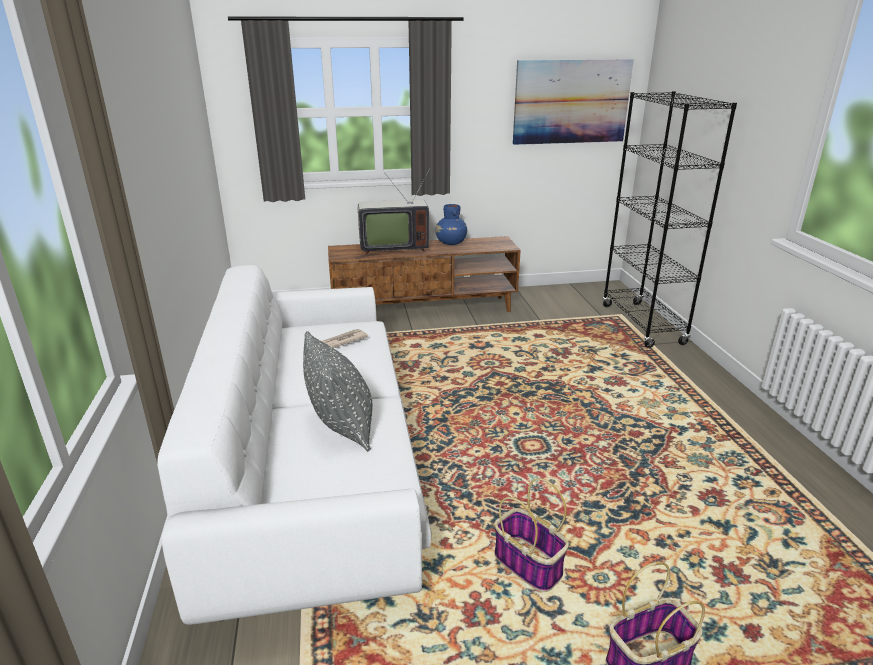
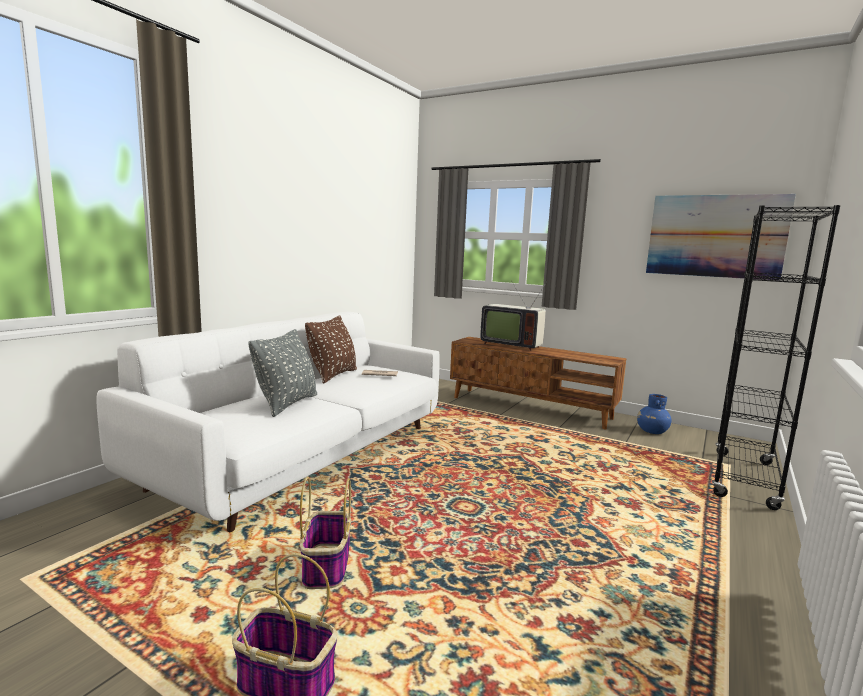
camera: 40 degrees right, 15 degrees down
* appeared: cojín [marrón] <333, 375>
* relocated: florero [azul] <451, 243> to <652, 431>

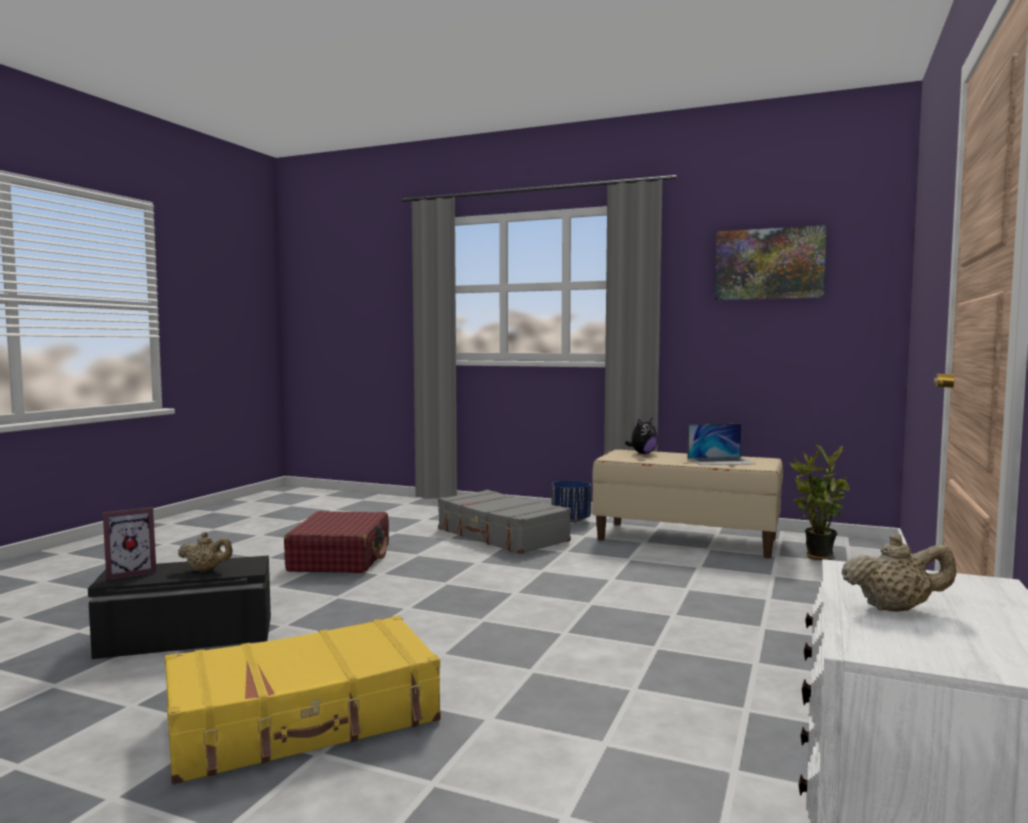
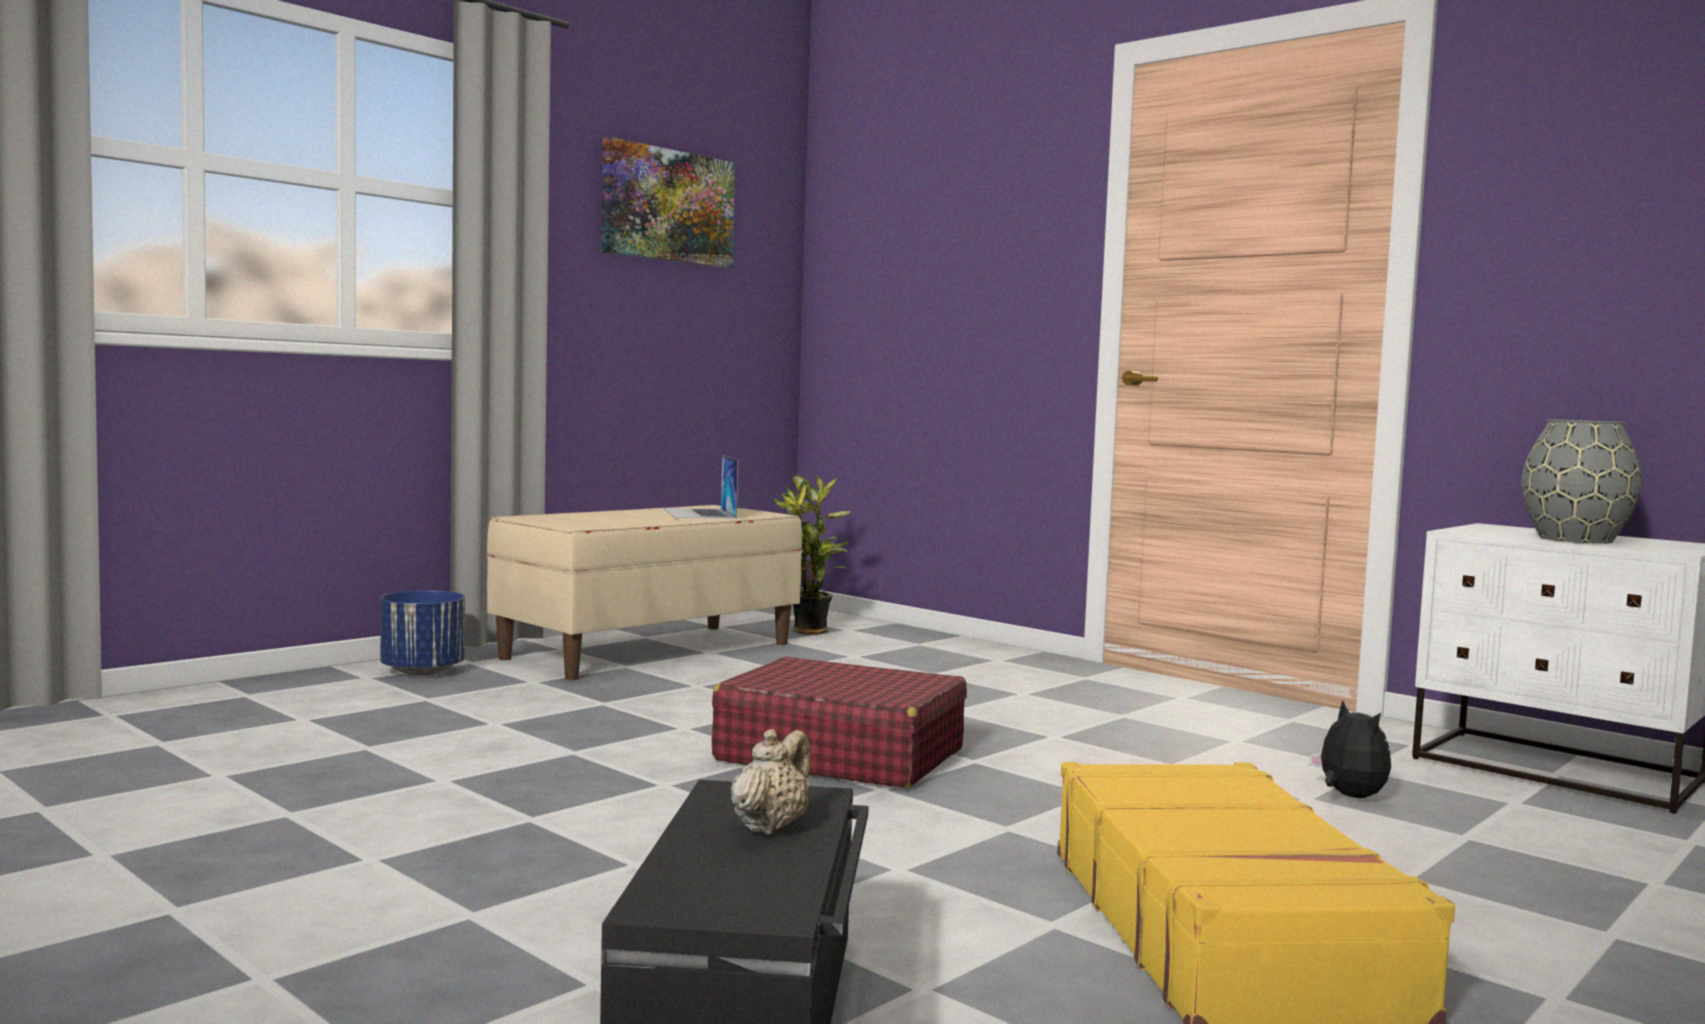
camera: 70 degrees left, 0 degrees up
* missing: portarretratos <130, 572>
* missing: maleta [gris] <501, 536>
* relocated: maleta [rojo] <340, 558> to <839, 755>
* relocated: peluche <642, 453> to <1348, 796>
* exchanged: tetera [beis] <895, 608> to florero [gris] <1574, 539>
* spun: portátil <721, 461> = <699, 513> 150 degrees clockwise

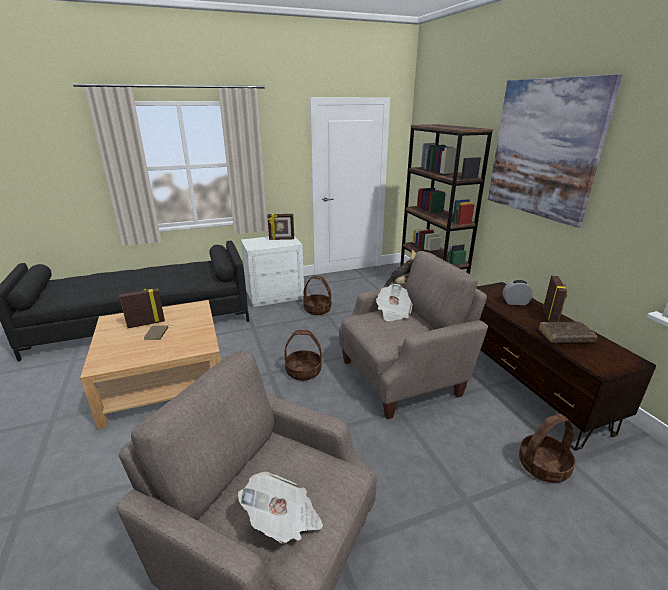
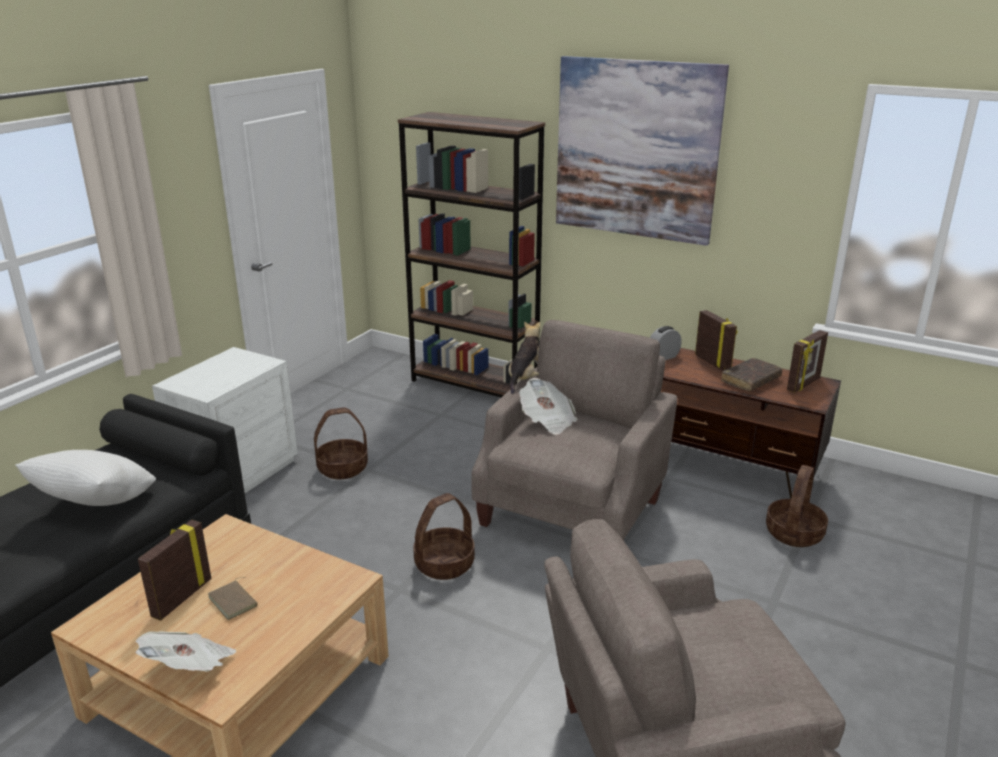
camera: 40 degrees left, 0 degrees up
* appeared: cojín [blanco] <96, 506>
* relocated: periódico <283, 520> to <190, 667>
* relocated: portarretratos <281, 239> to <804, 384>

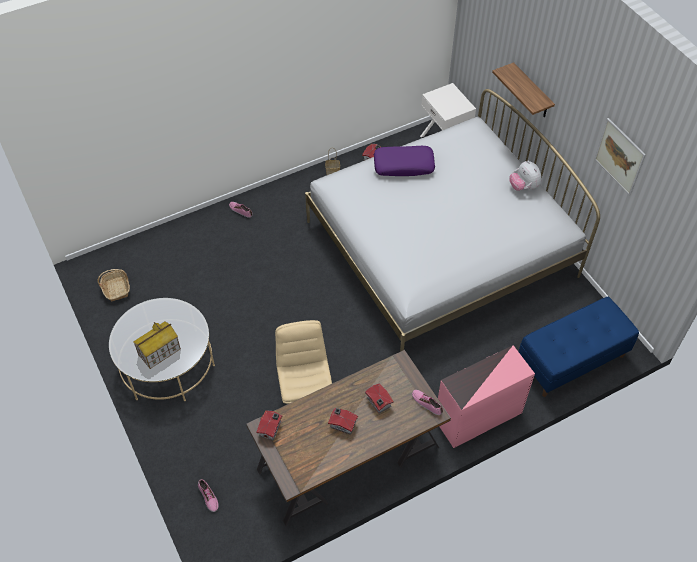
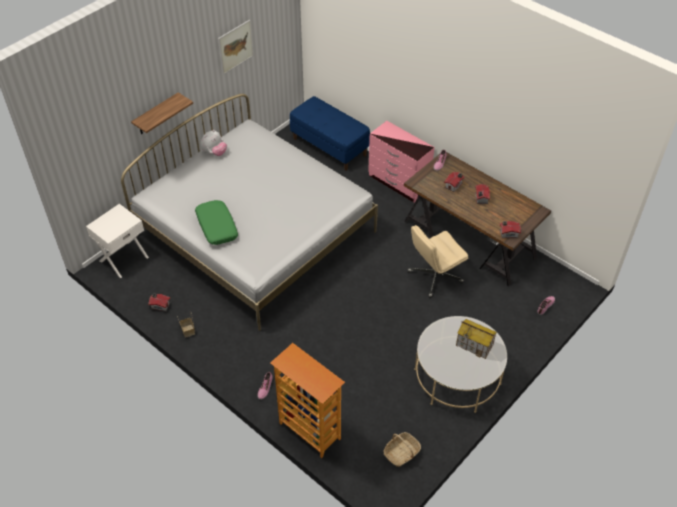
camera: 110 degrees left, 5 degrees down
* appeared: estantería <309, 431>
* colour: cojín [morado] <404, 165> to cojín [verde] <216, 226>

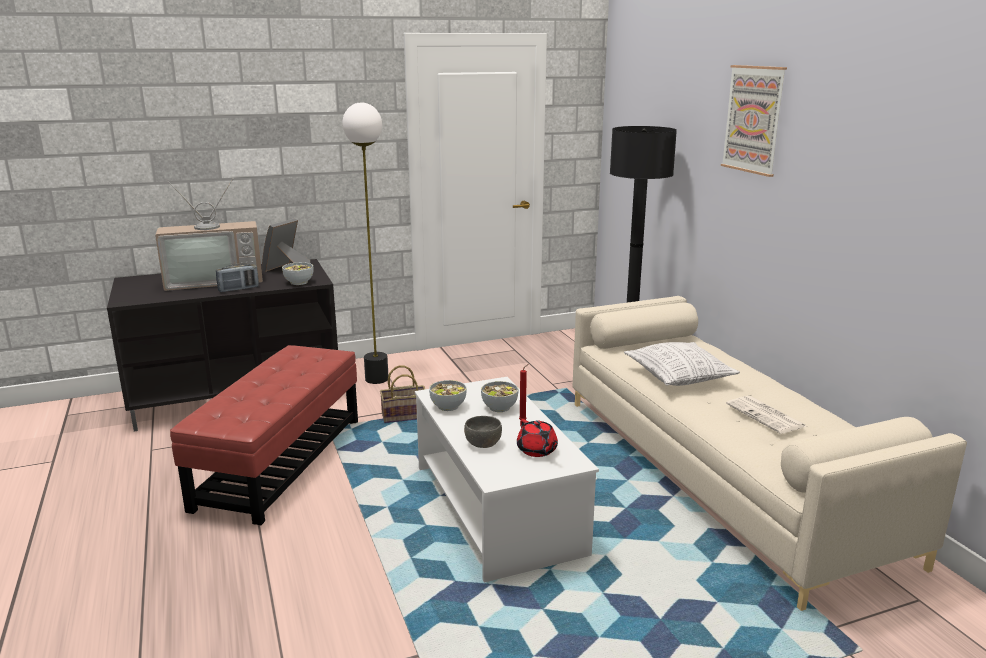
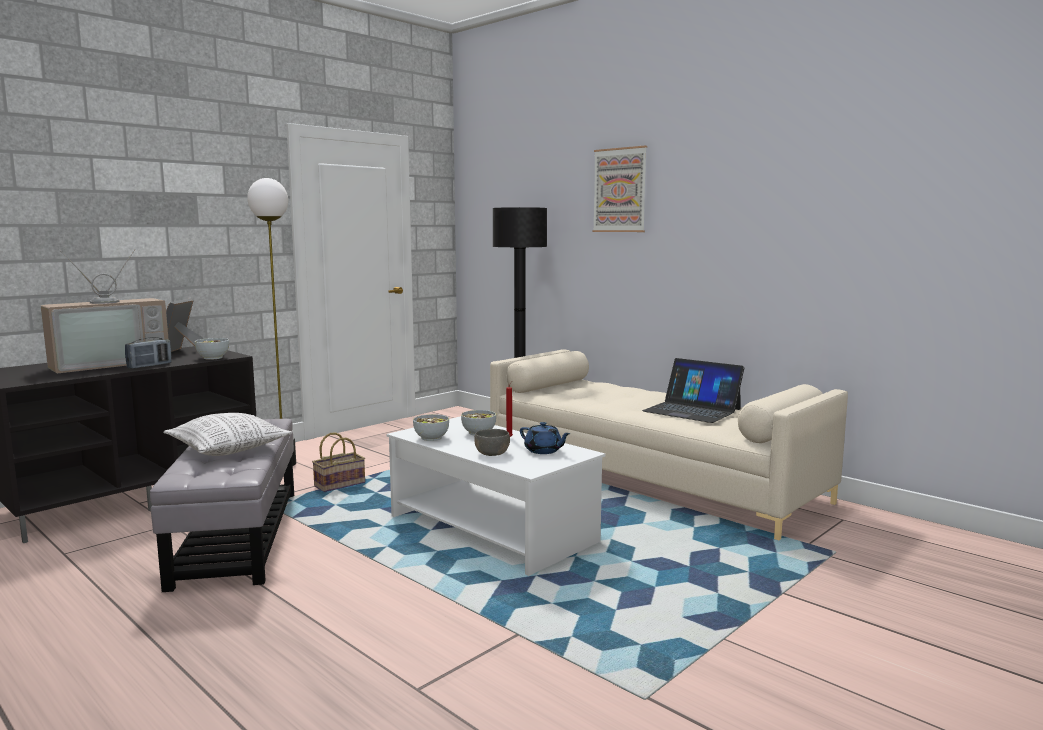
camera: 25 degrees left, 10 degrees down
* relocated: cojín <679, 376> to <229, 449>
* exchanged: periódico <766, 416> to portátil <692, 410>
* colour: puf [rojo] <280, 462> to puf [gris] <237, 536>
* colour: tetera [rojo] <537, 450> to tetera [azul] <543, 451>

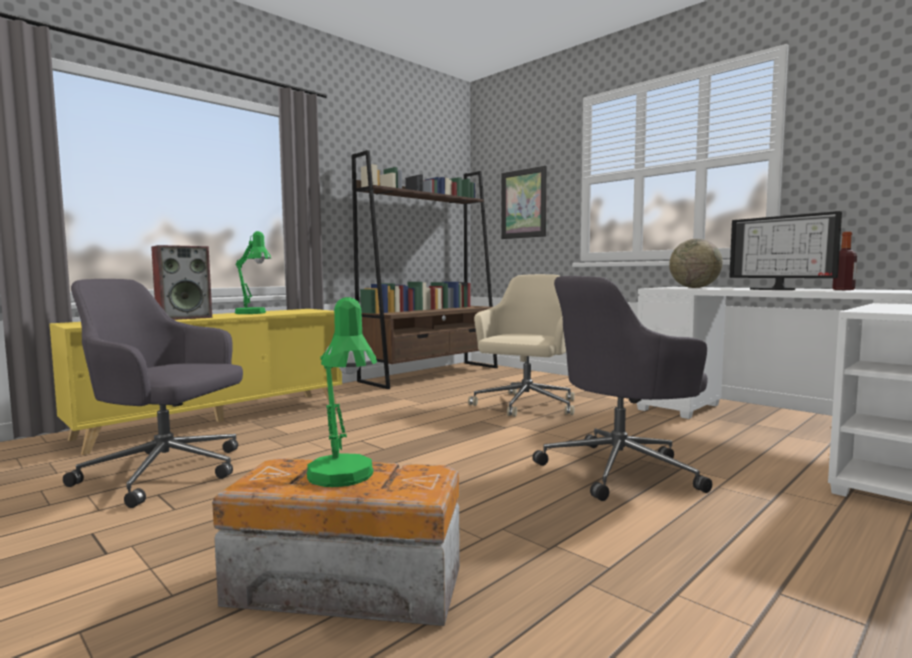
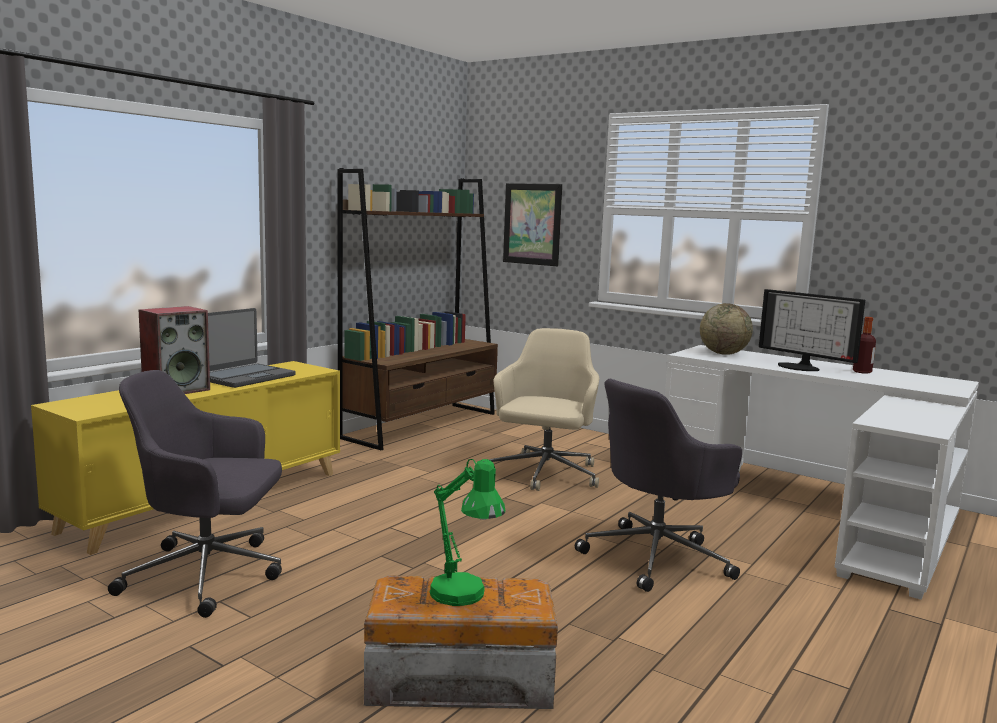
camera: 10 degrees left, 5 degrees up
* exchanged: lámpara de mesa [verde] <253, 313> to portátil <245, 377>

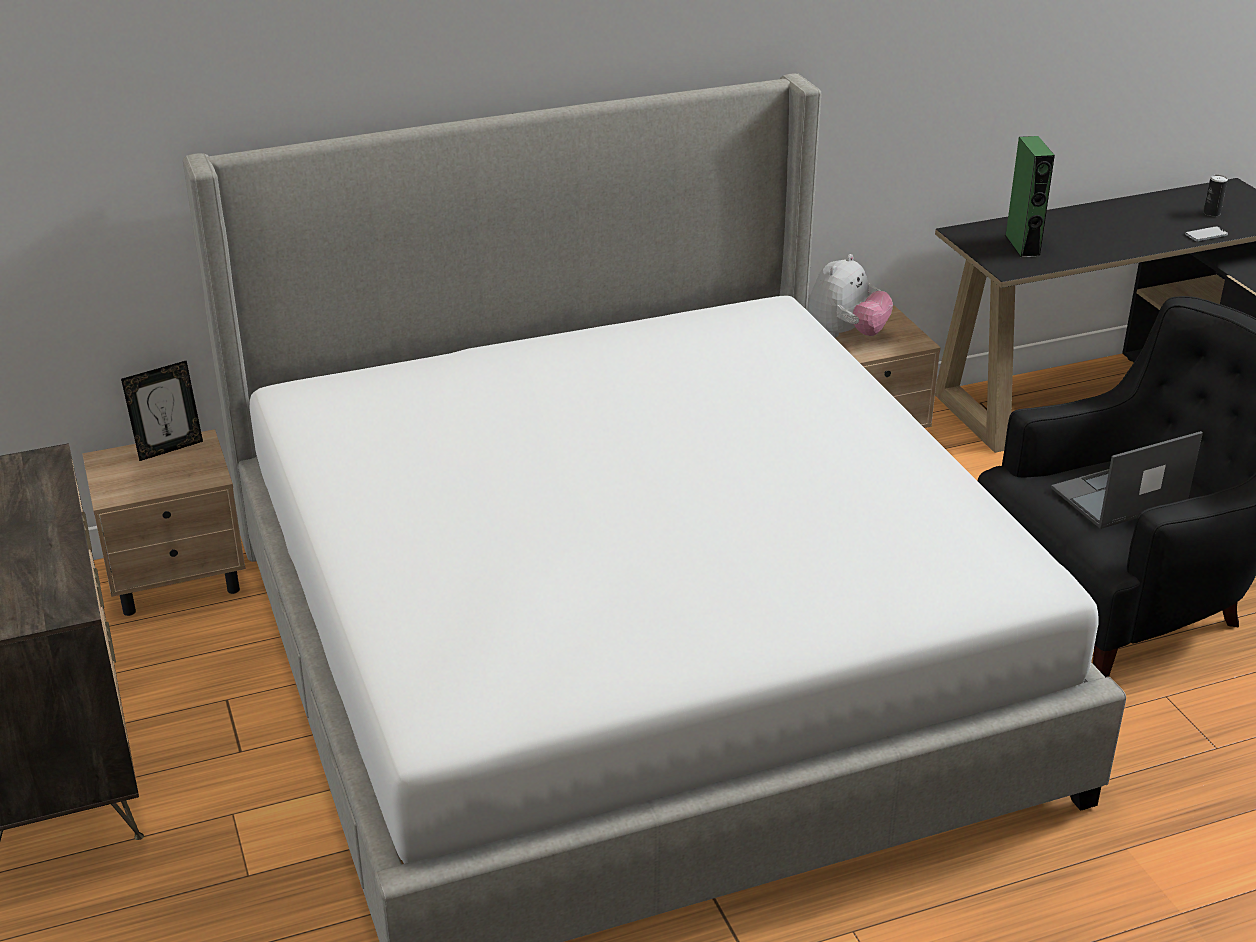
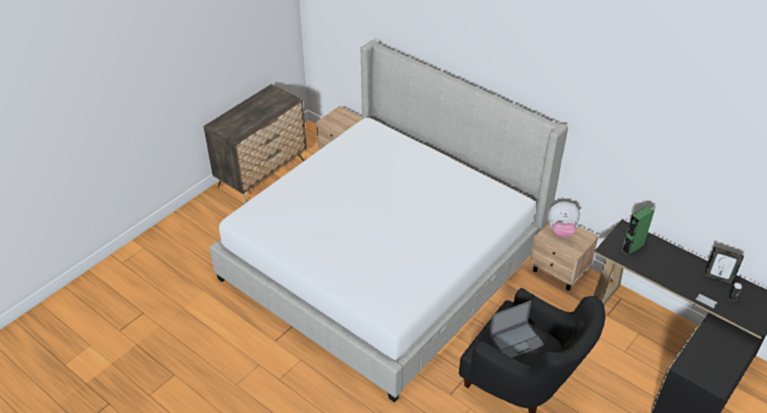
camera: 60 degrees right, 10 degrees up
* relocated: portarretratos <169, 448> to <718, 279>
* spun: portátil <1117, 496> = <516, 340> 120 degrees clockwise

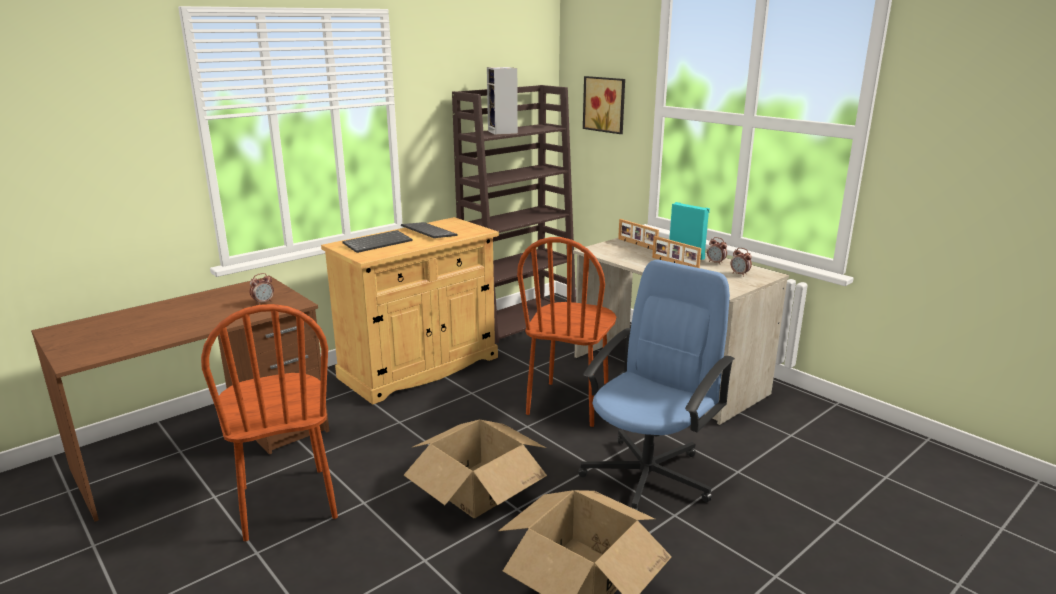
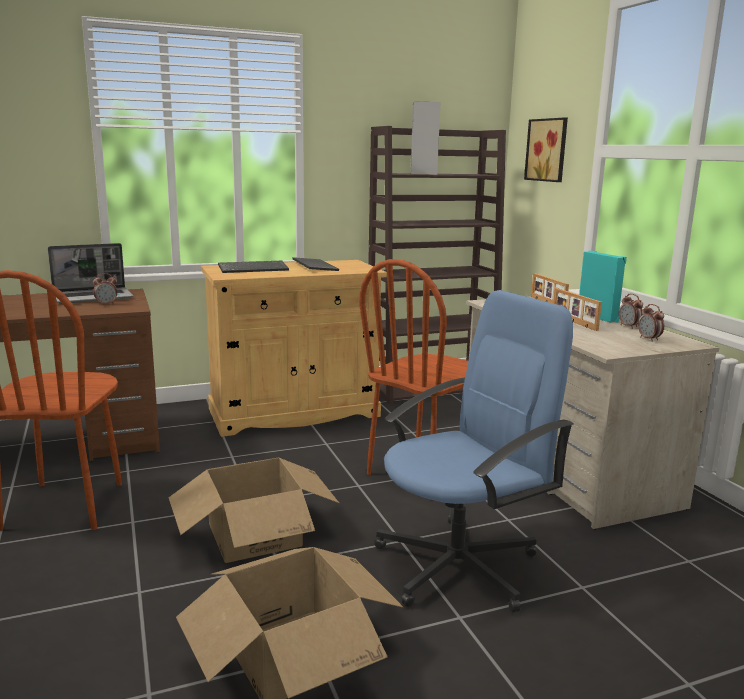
camera: 20 degrees right, 5 degrees down
* appeared: portátil <94, 297>

